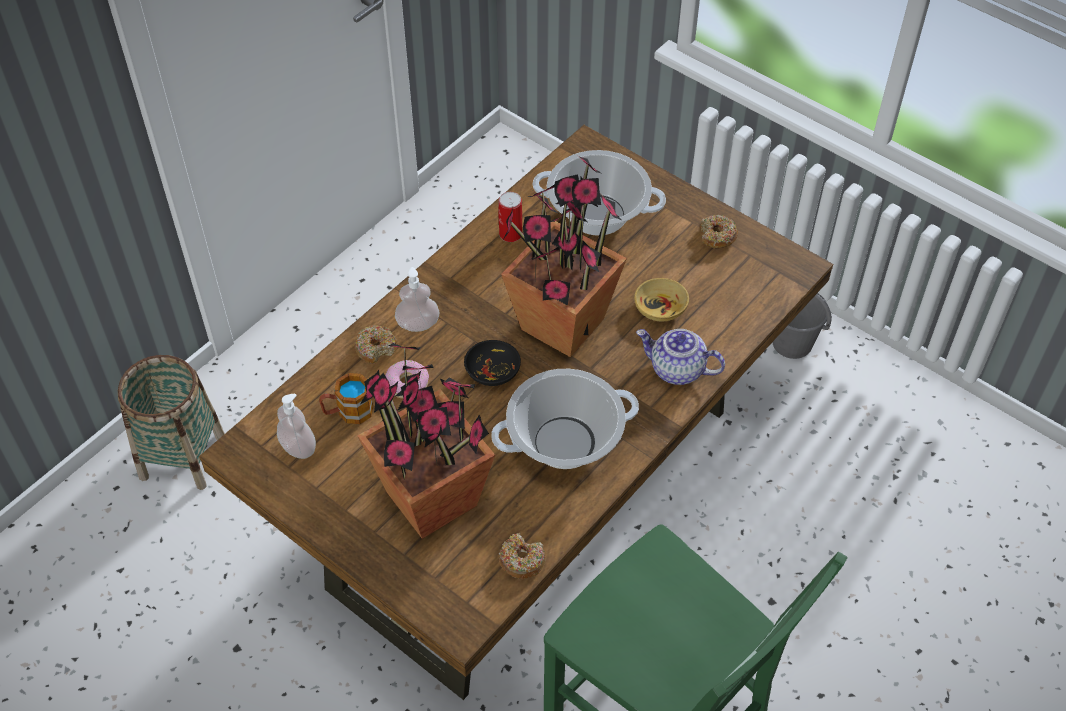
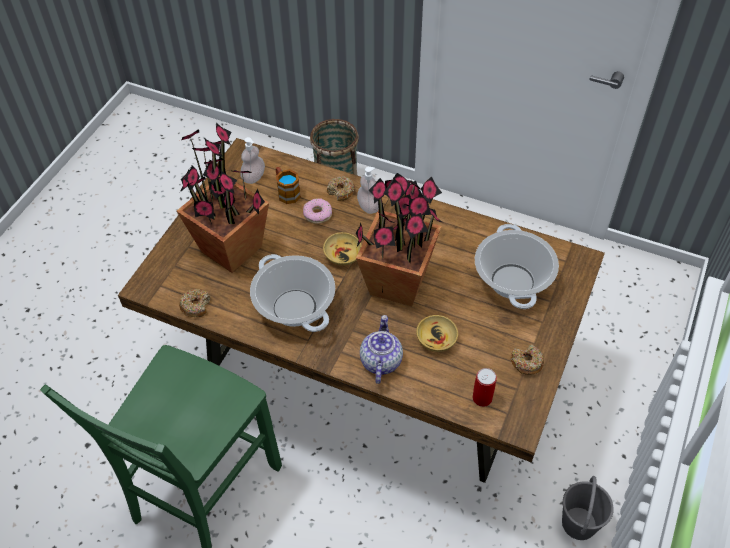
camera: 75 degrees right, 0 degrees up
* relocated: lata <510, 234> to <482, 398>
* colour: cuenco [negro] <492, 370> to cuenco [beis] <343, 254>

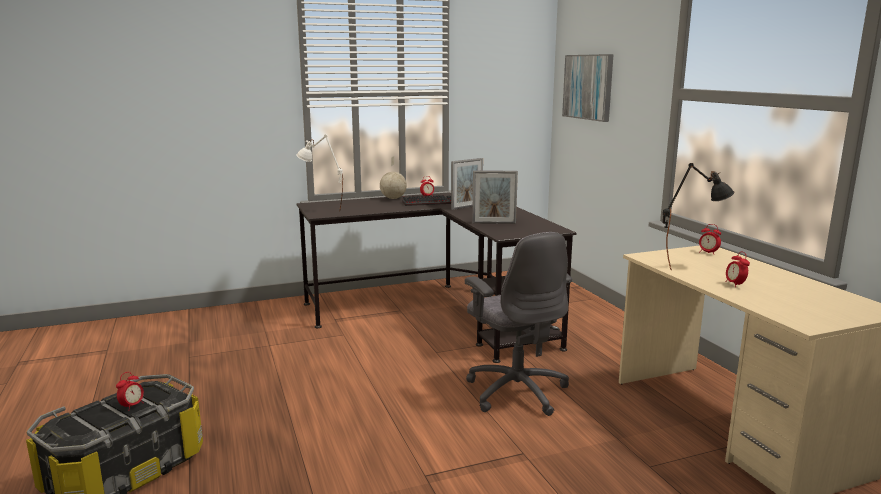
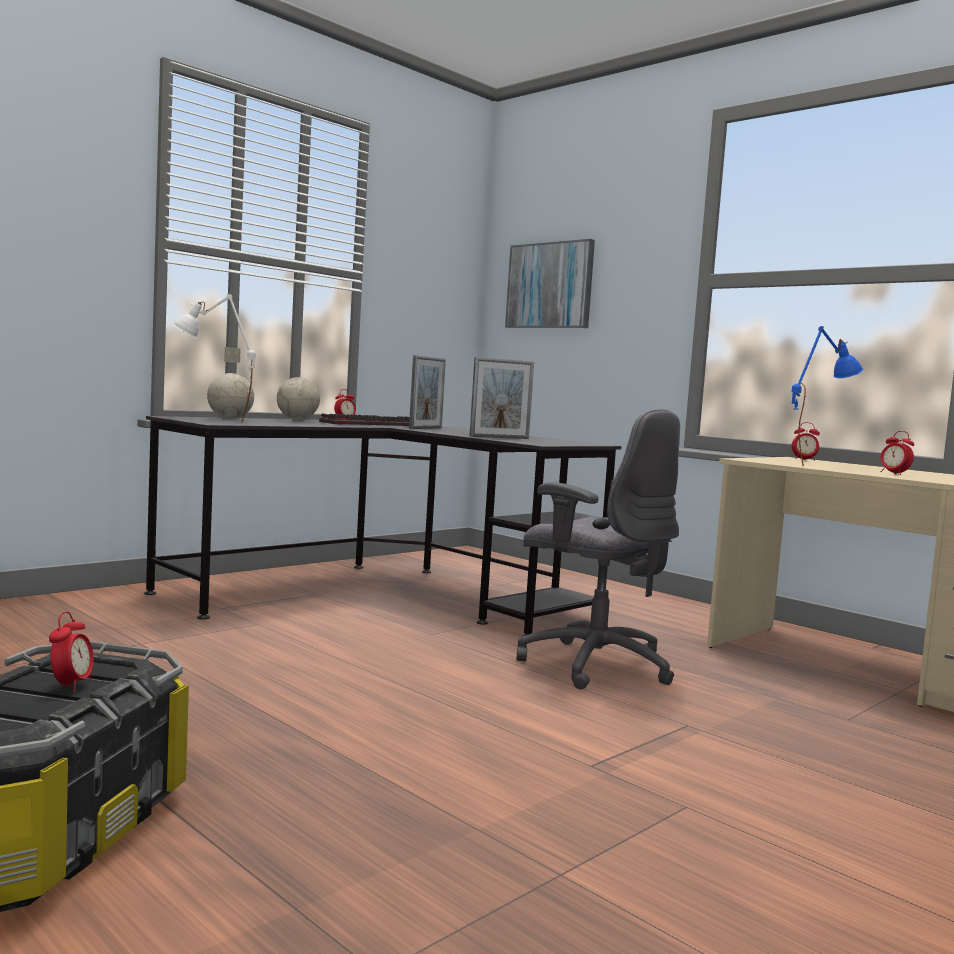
camera: 25 degrees left, 10 degrees down
* appeared: globo terráqueo <229, 418>
* colour: lámpara de mesa [negro] <690, 267> to lámpara de mesa [azul] <816, 465>

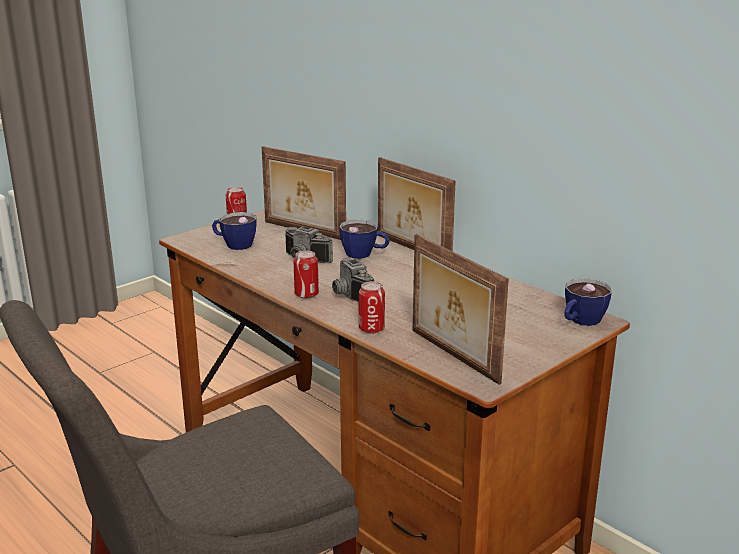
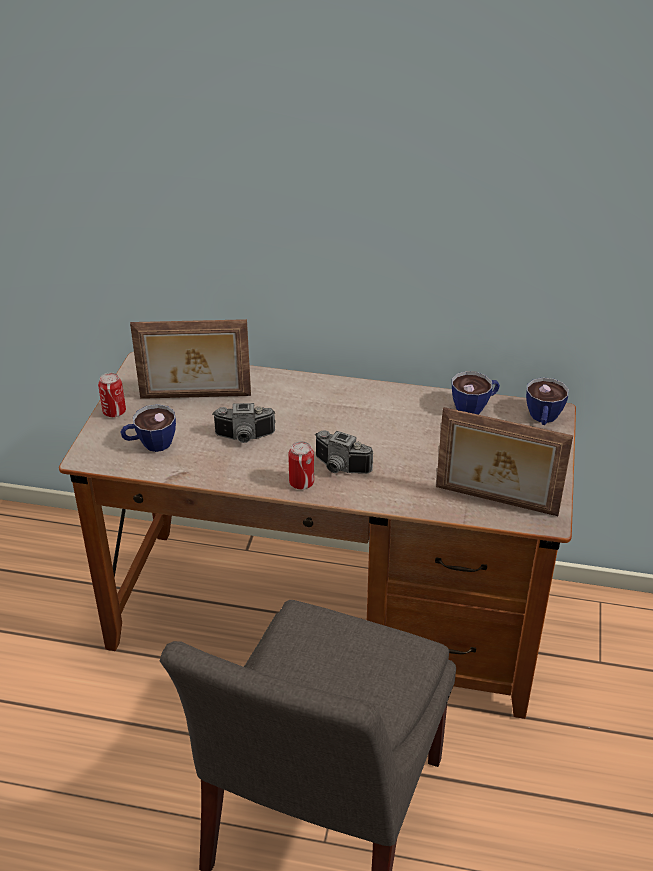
camera: 35 degrees left, 15 degrees up
* missing: lata <371, 329>
* missing: portarretratos <412, 249>
* relocated: taza <364, 254> to <475, 406>

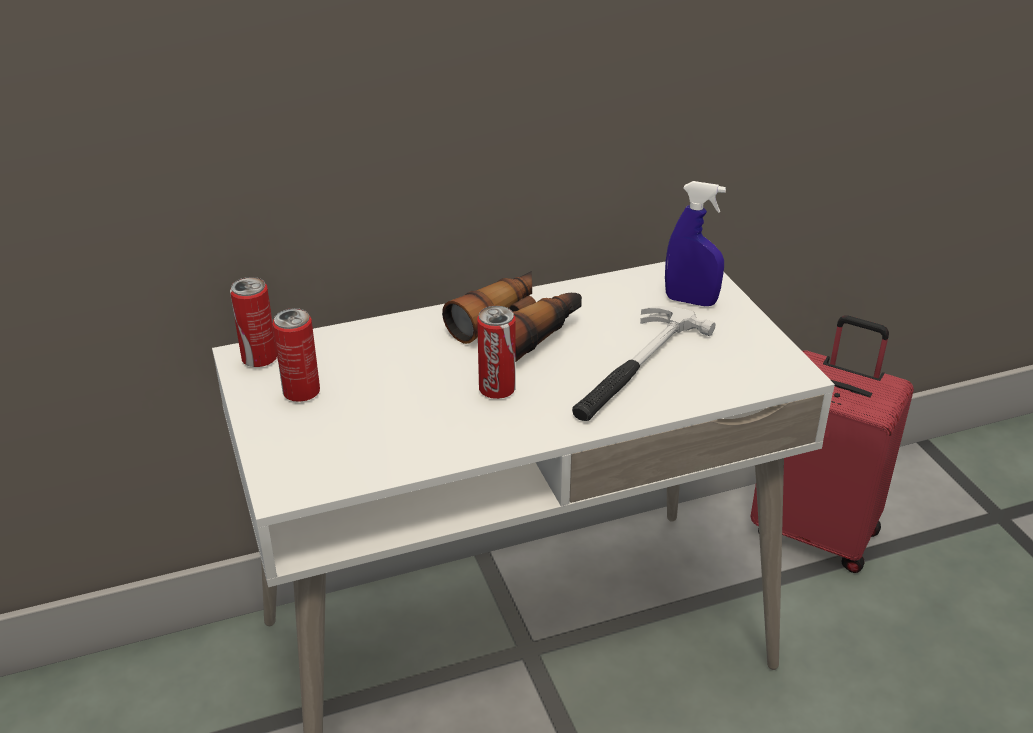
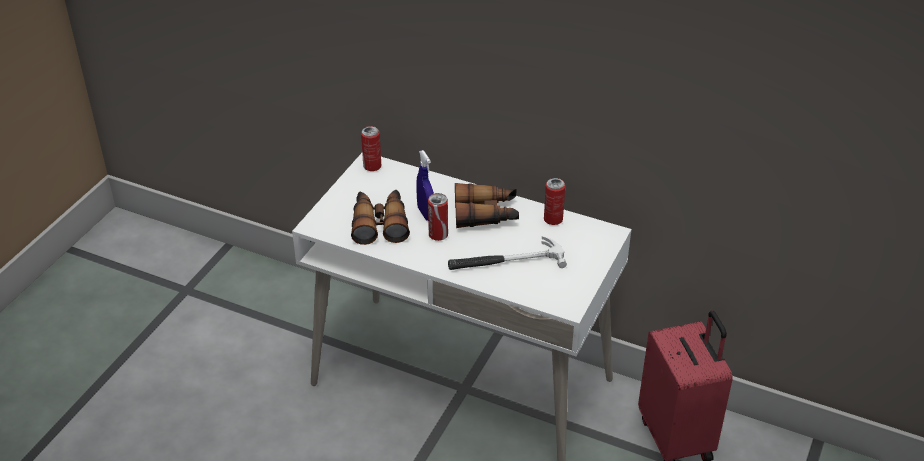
camera: 45 degrees right, 5 degrees up
* appeared: prismáticos <379, 223>
* relocated: lata <301, 392> to <553, 219>
* relocated: pulverizador [azul] <690, 301> to <426, 214>

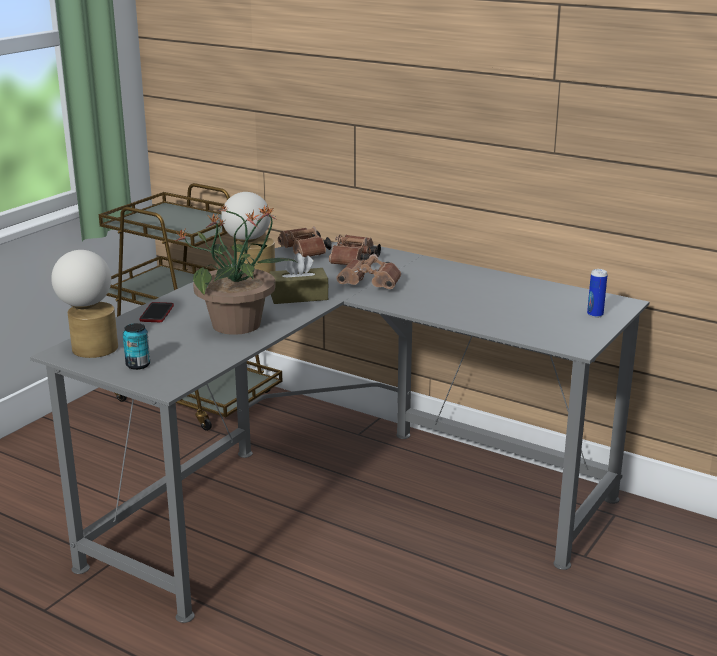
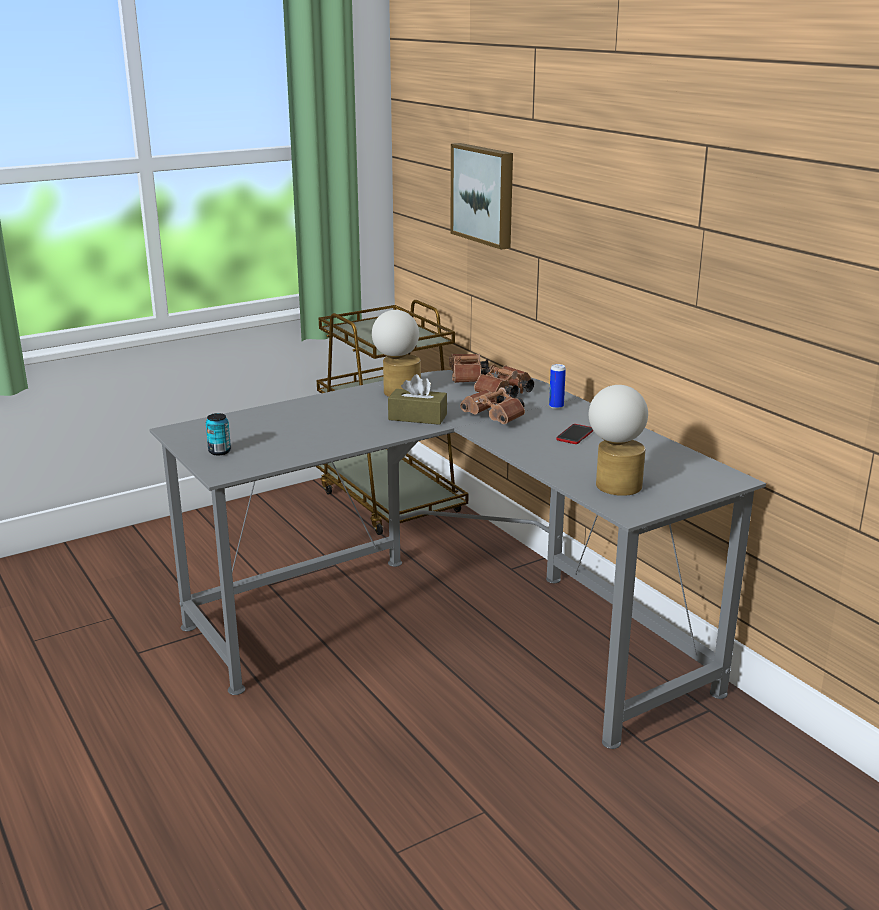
camera: 25 degrees right, 0 degrees up
* missing: planta en maceta <238, 325>
* appeared: cuadro <484, 194>
* relocated: lámpara de mesa <91, 346> to <615, 482>
* relocated: móvil <157, 313> to <575, 435>
* relocated: lata <595, 315> to <556, 406>

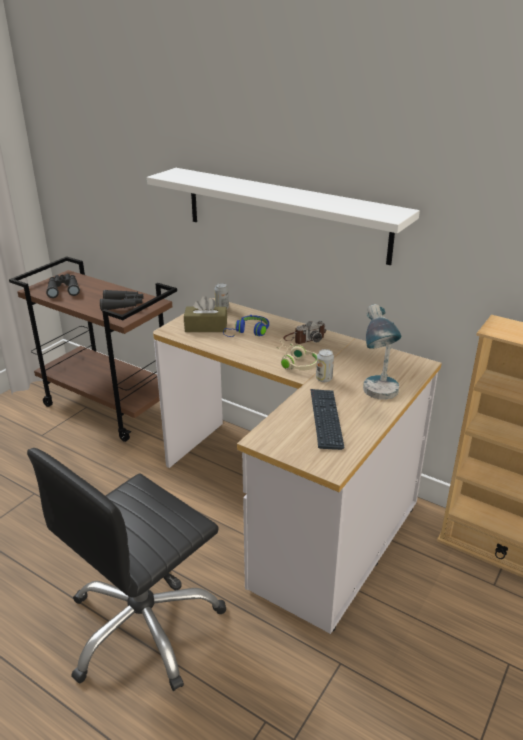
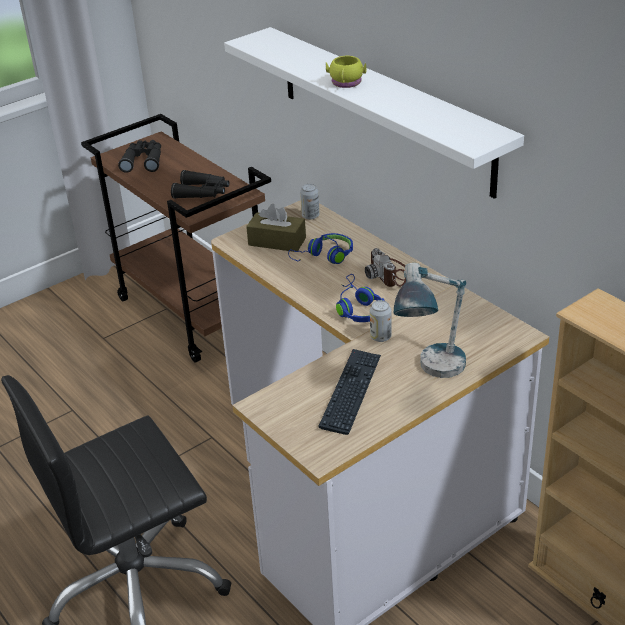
camera: 20 degrees right, 5 degrees up
* appeared: taza grande [amarillo] <346, 83>
* colour: auriculares [beis] <295, 363> to auriculares [azul] <358, 309>
* spun: cámara <304, 338> = <390, 275> 75 degrees clockwise

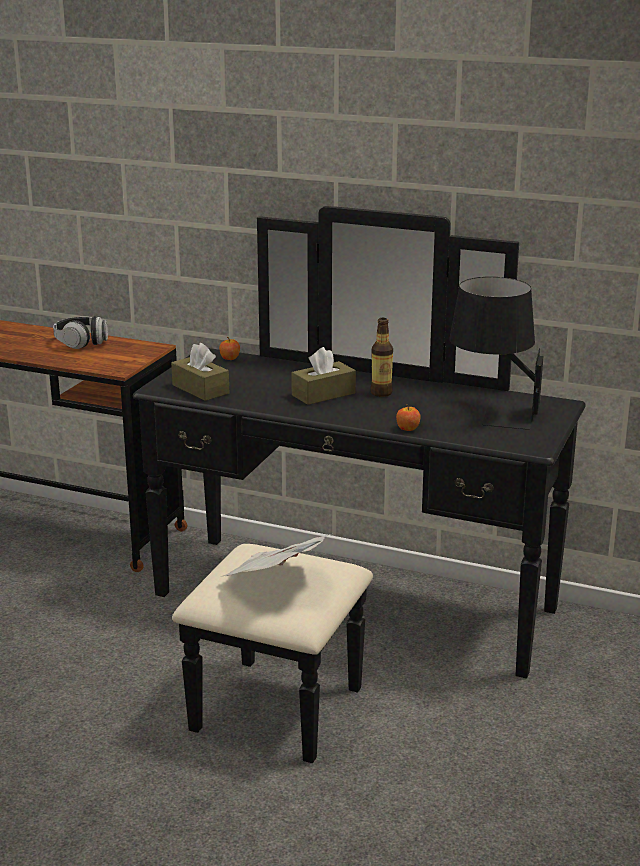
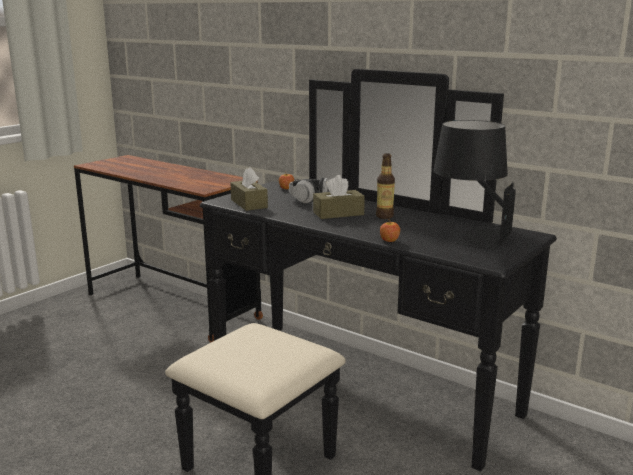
camera: 15 degrees right, 5 degrees down
* missing: periódico <276, 581>
* relocated: auriculares <82, 342> to <311, 199>

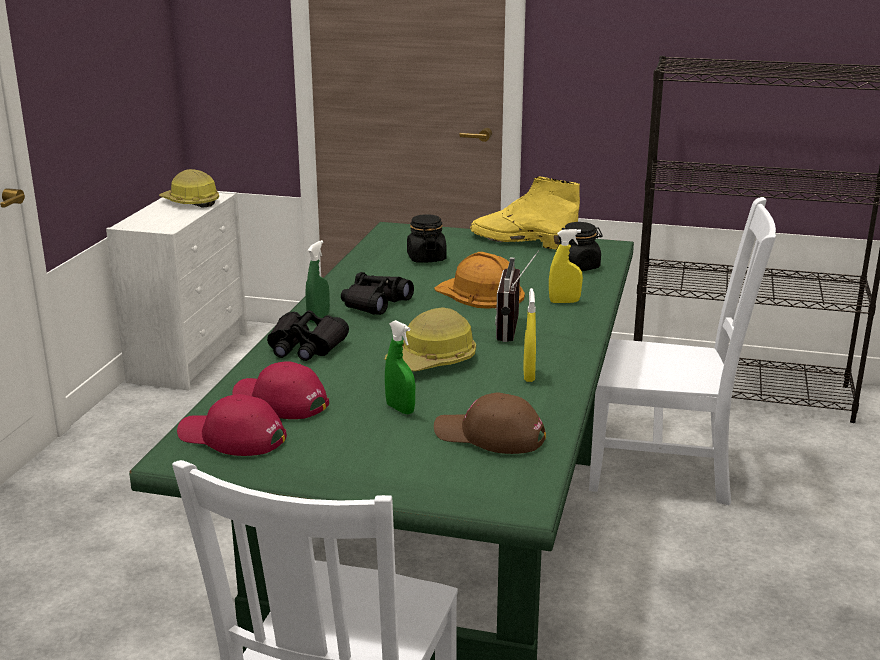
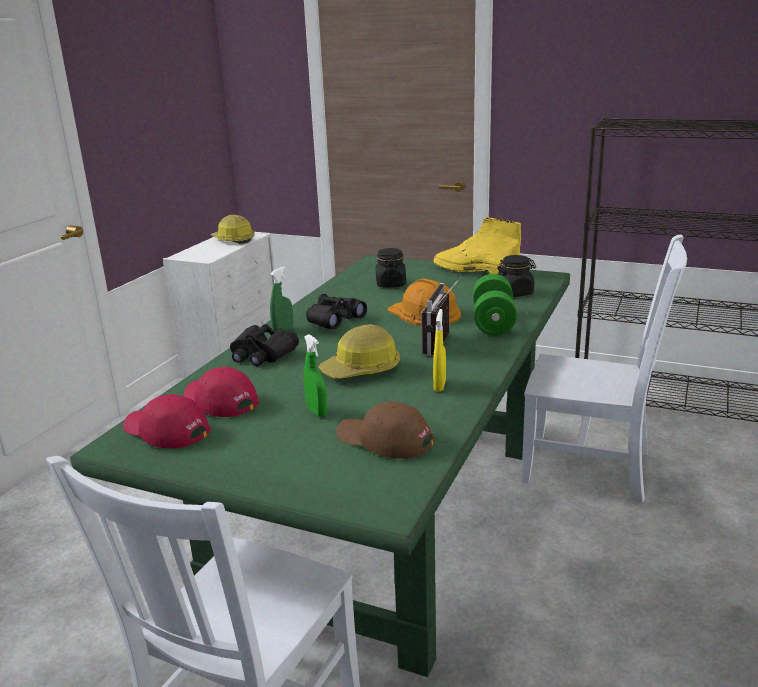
camera: 10 degrees right, 0 degrees up
* exchanged: pulverizador [amarillo] <564, 302> to mancuerna [verde] <493, 322>

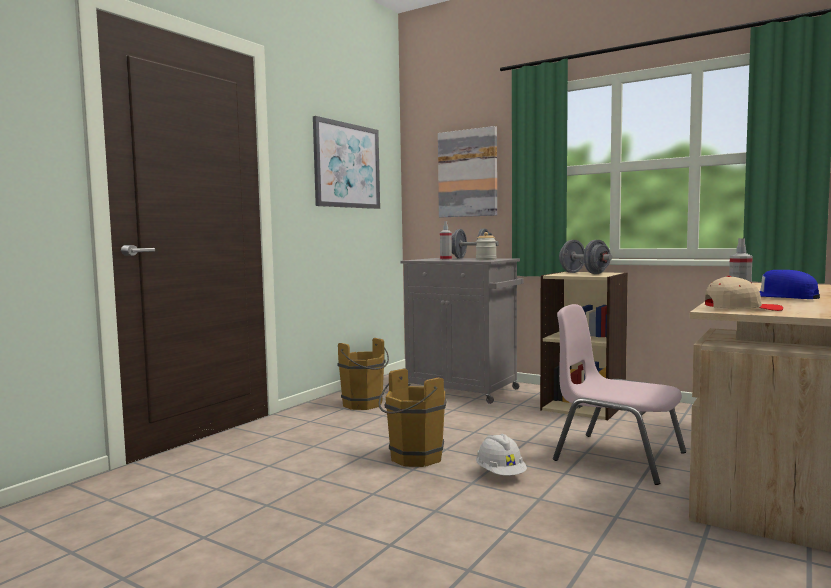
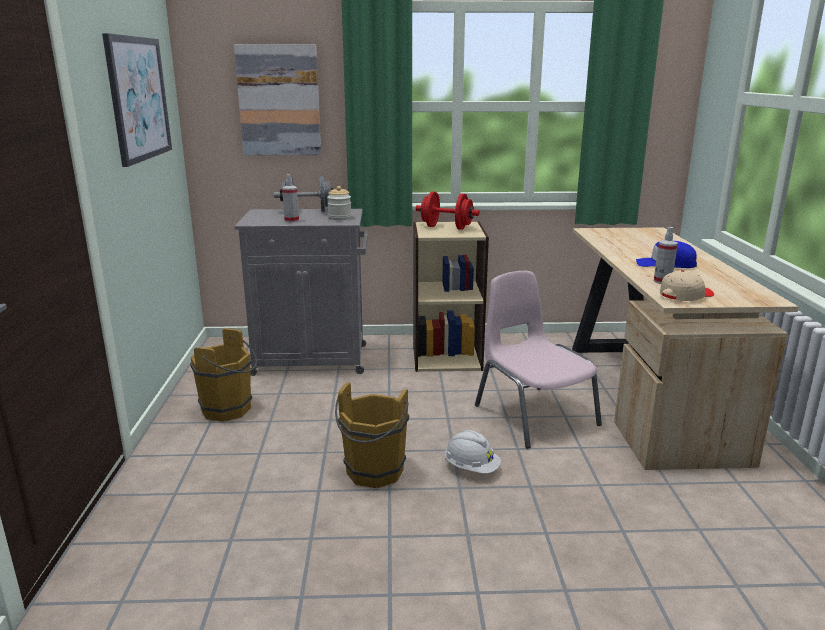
camera: 35 degrees left, 15 degrees up
* colour: mancuerna [gris] <584, 273> to mancuerna [rojo] <446, 227>
* spun: silla [rosa] <617, 456> = <534, 414> 60 degrees clockwise

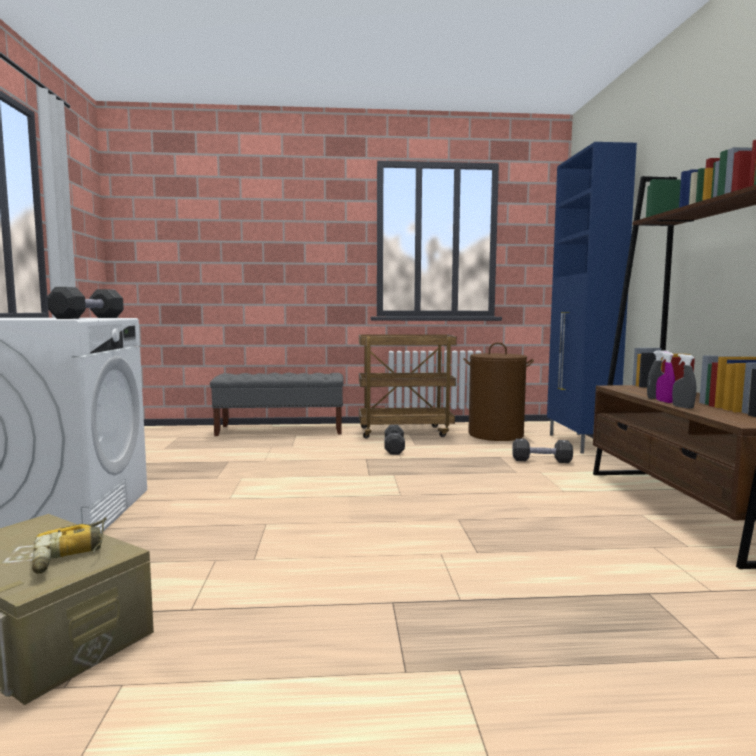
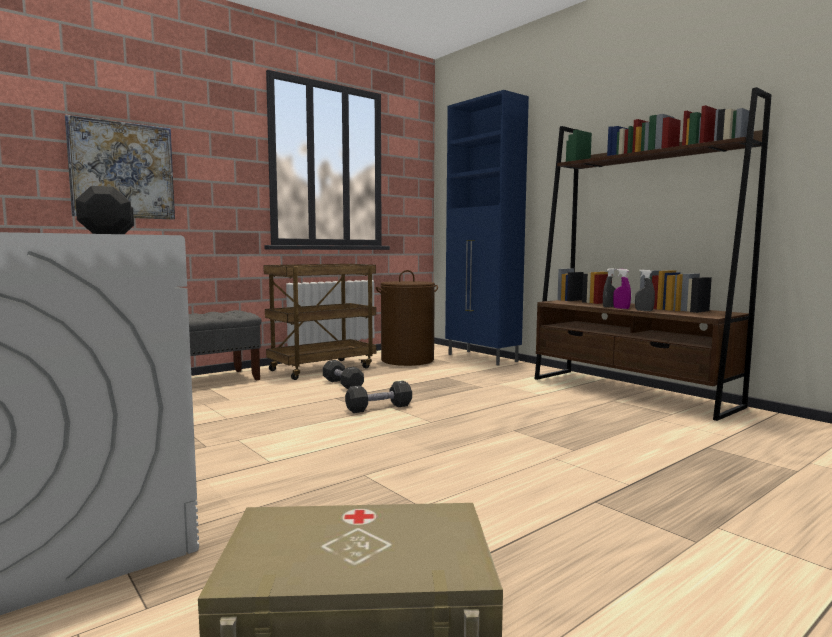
camera: 35 degrees left, 0 degrees up
* missing: taladro <71, 554>
* appeared: cuadro <122, 170>
* relocated: mancuerna [negro] <541, 460> to <379, 408>

